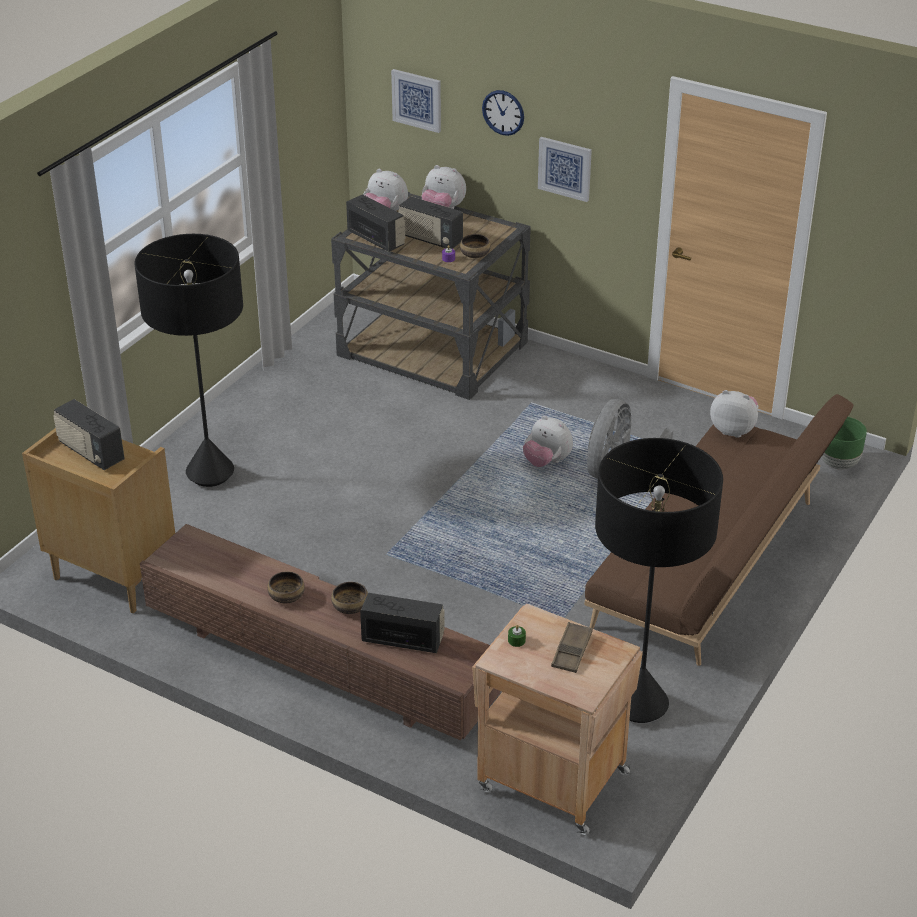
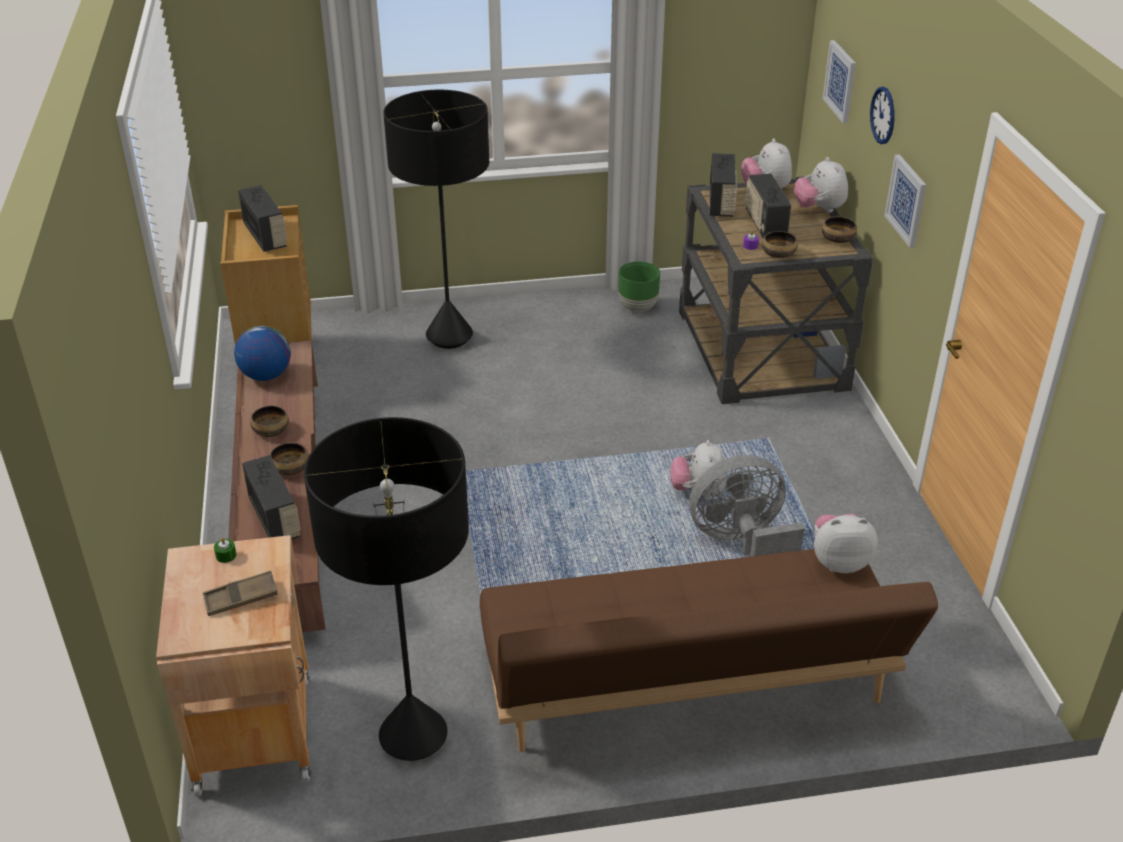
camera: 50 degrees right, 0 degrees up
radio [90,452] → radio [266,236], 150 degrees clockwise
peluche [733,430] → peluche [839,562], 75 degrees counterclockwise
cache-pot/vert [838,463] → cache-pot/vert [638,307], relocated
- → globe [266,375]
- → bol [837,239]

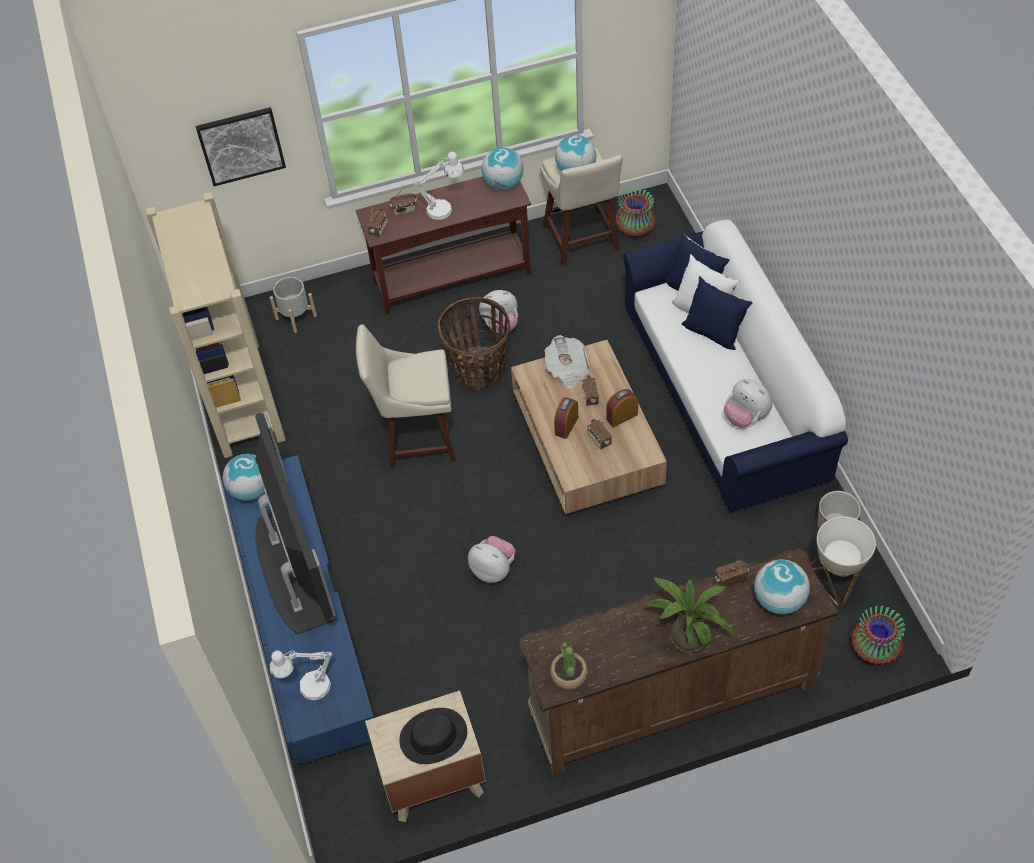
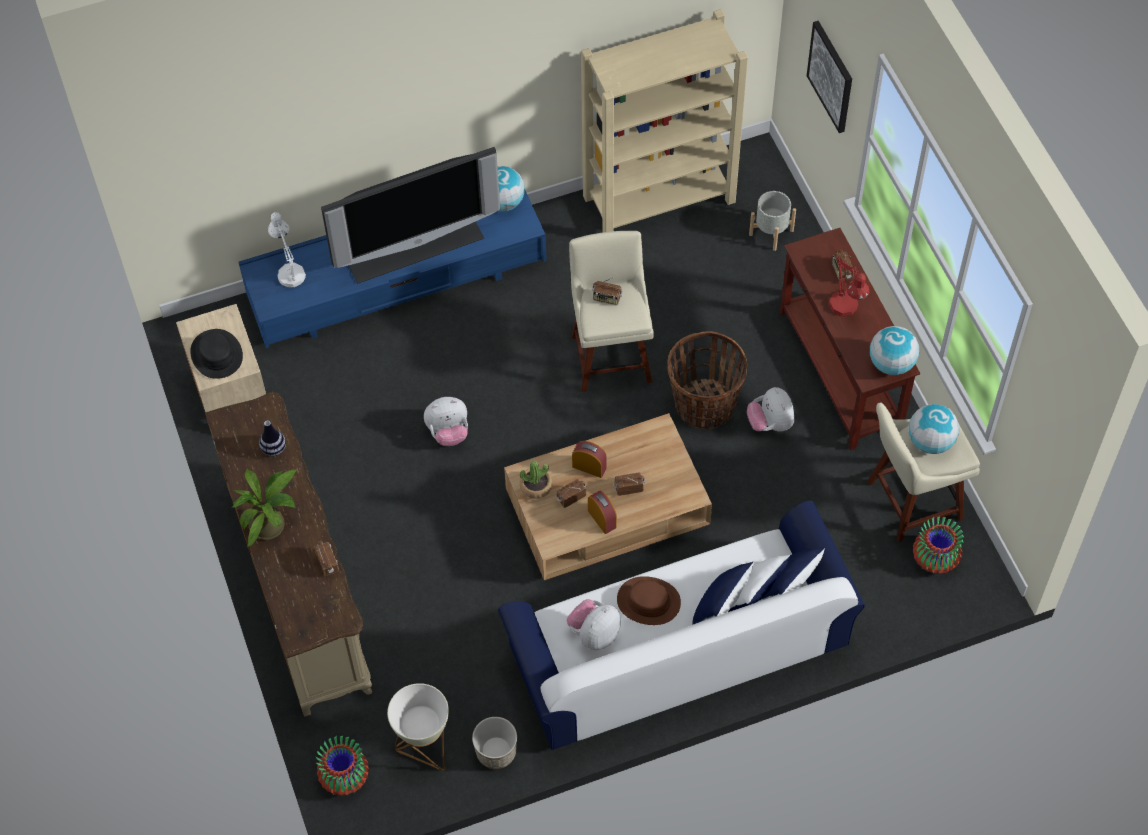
camera: 85 degrees right, 5 degrees up
radio [379,229] → radio [607,298], relocated
lampe de table/blanc [444,209] → lampe de table/rouge [846,309]
peluche [493,569] → peluche [448,432], 45 degrees clockwise
journal [567,370] → -
plante en pot [568,674] → plante en pot [536,486], relocated
globe [779,600] → -
- → vase [274,448]
- → chapeau/marron [648,601]

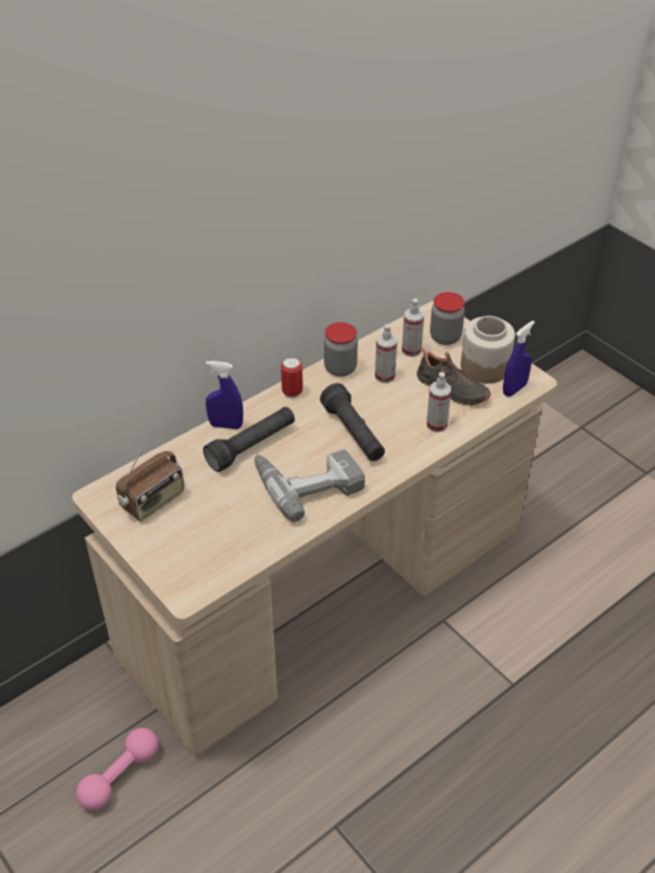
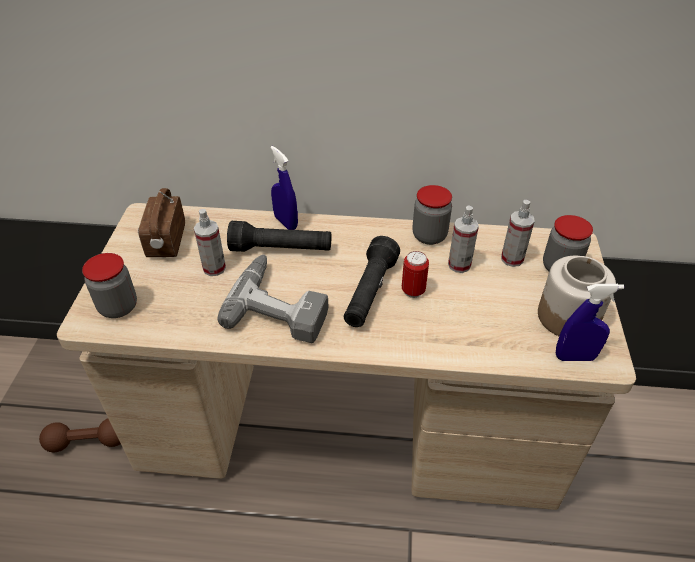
camera: 45 degrees right, 0 degrees up
haltère/rose [120,776] → haltère/marron [88,442]
radio [153,501] → radio [166,242], 90 degrees clockwise
boîte métallique [292,392] → boîte métallique [413,291], relocated
chaussure/noir [451,390] → -
vaporisateur [436,425] → vaporisateur [214,268], relocated
- → bocal [118,307]

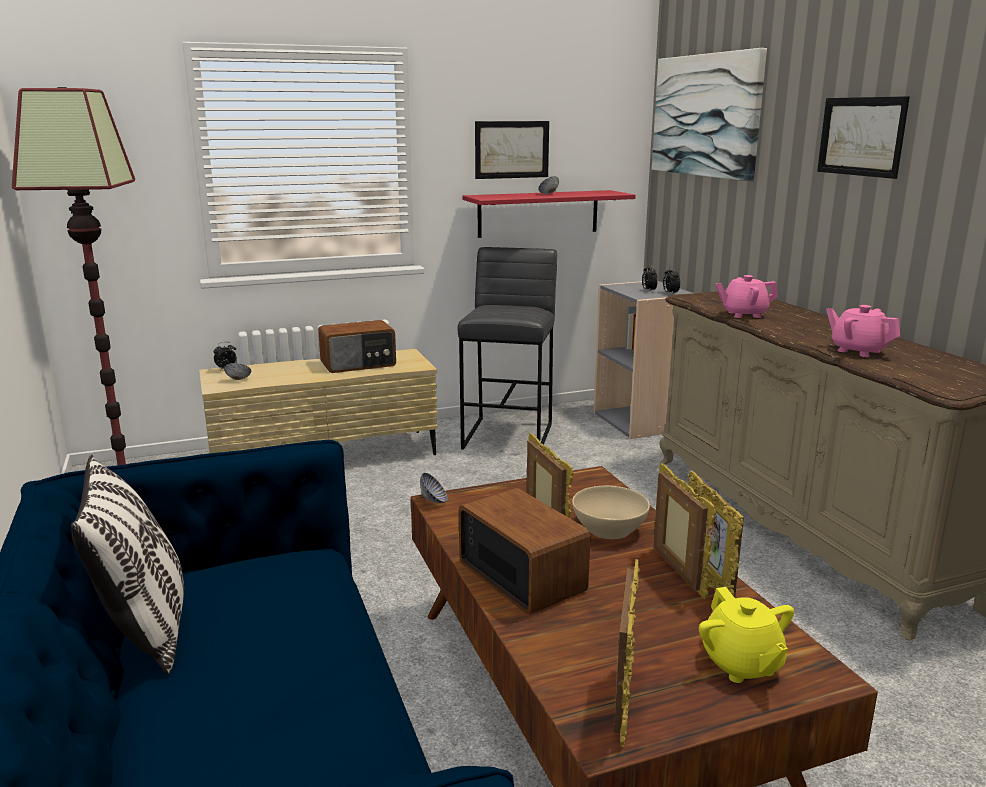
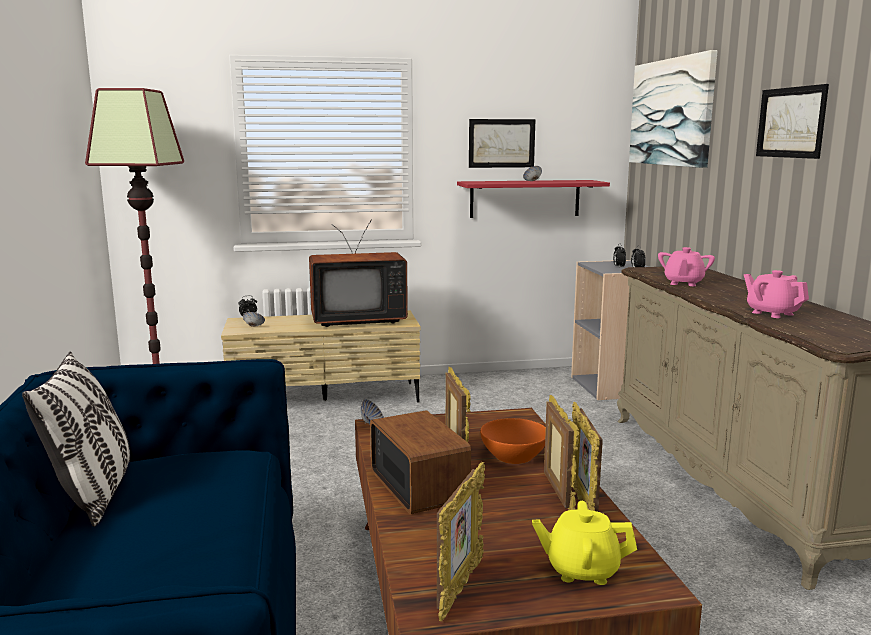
camera: 10 degrees right, 5 degrees down
radio [359,364] → téléviseur [356,319]
tabouret/gris [508,435] → -
bol/beige [609,528] → bol/orange [513,455]
théière/jaune [741,664] → théière/jaune [582,570], 105 degrees clockwise
théière/rose [743,314] → théière/rose [683,283], 75 degrees counterclockwise

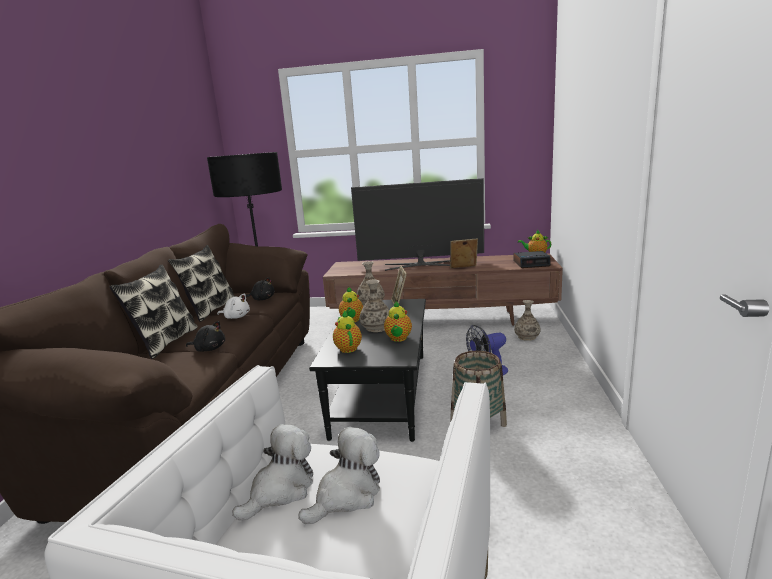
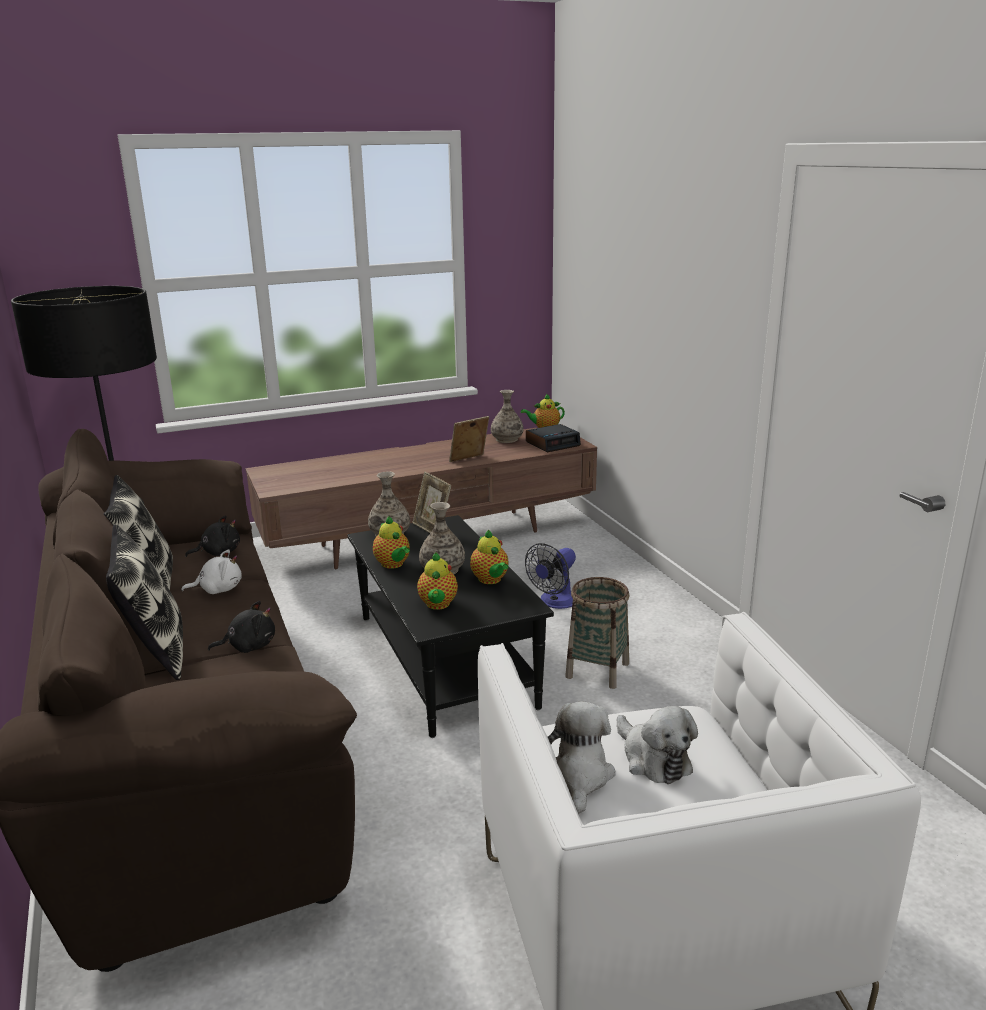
camera: 30 degrees left, 5 degrees up
peluche [347,495] → peluche [653,759], 135 degrees clockwise
théière [348,348] → théière [438,605], 135 degrees counterclockwise
téléviseur [421,265] → -
vase [527,337] → vase [507,439], relocated

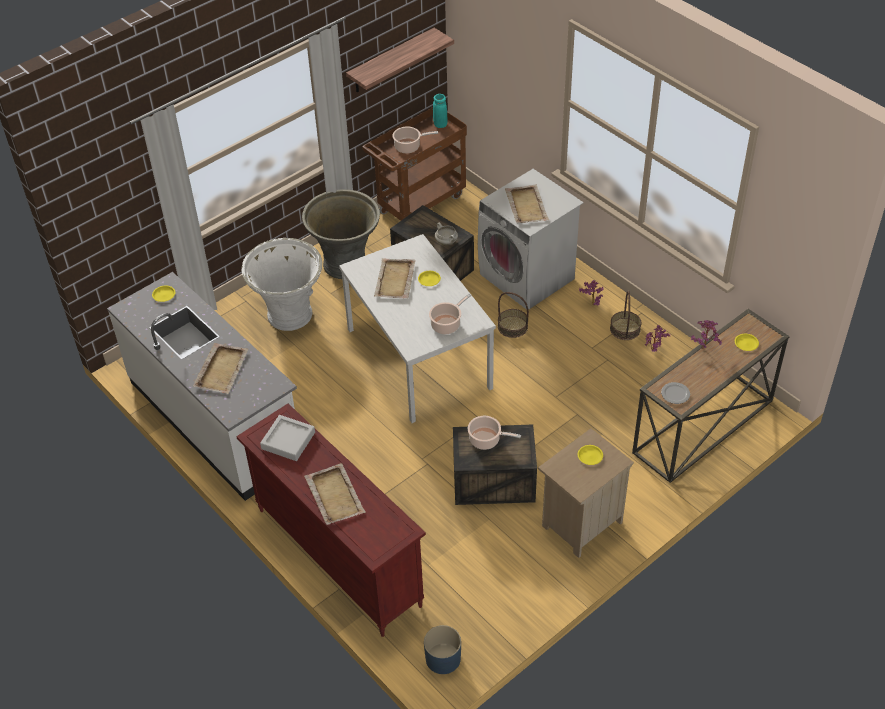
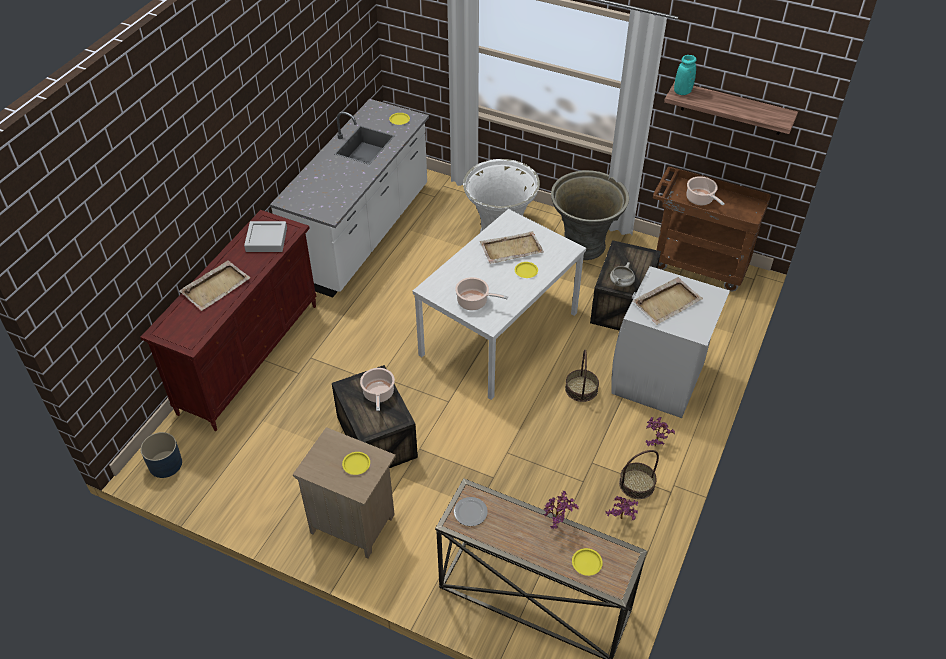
camera: 65 degrees right, 0 degrees up
plateau/beige [222,369] → -
vase/turquoise [440,124] → vase/turquoise [682,92], relocated

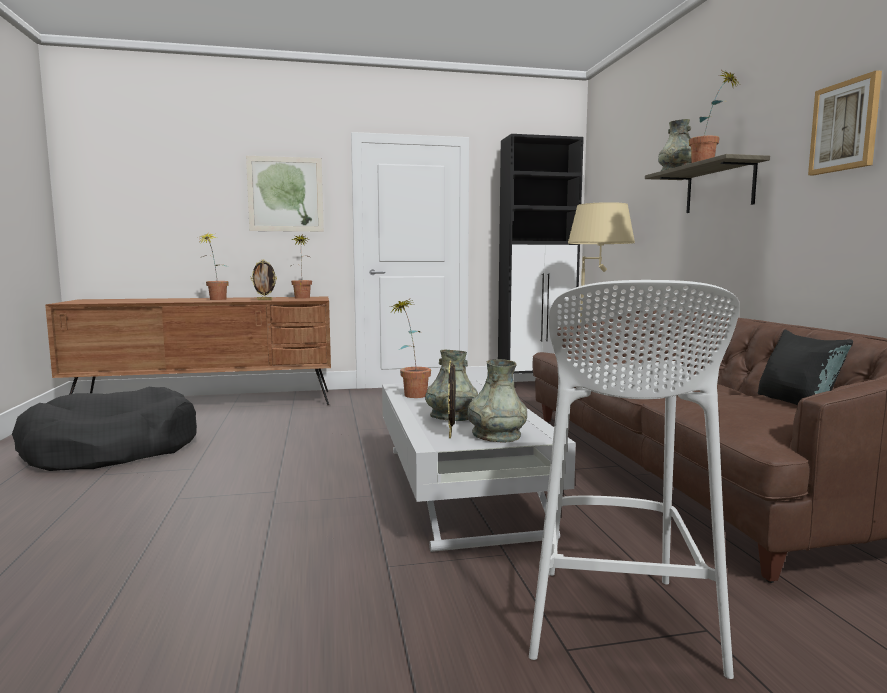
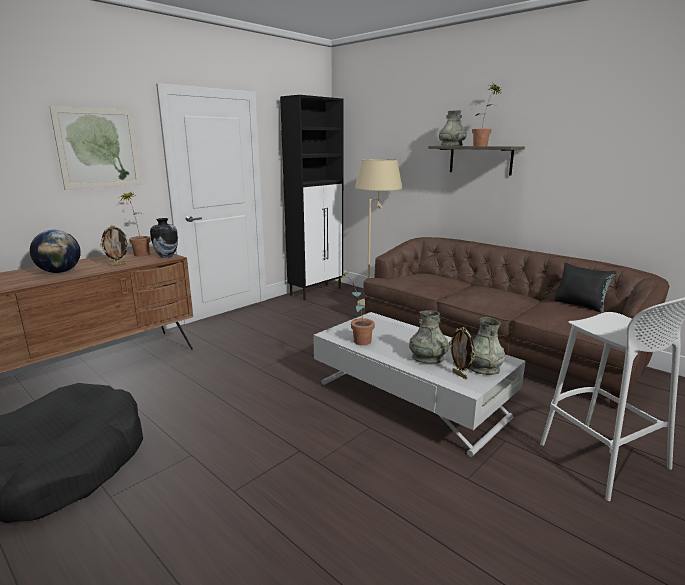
camera: 35 degrees left, 10 degrees up
plante en pot [215,299] → globe [59,272]
tableau [845,126] → -
- → vase [166,256]

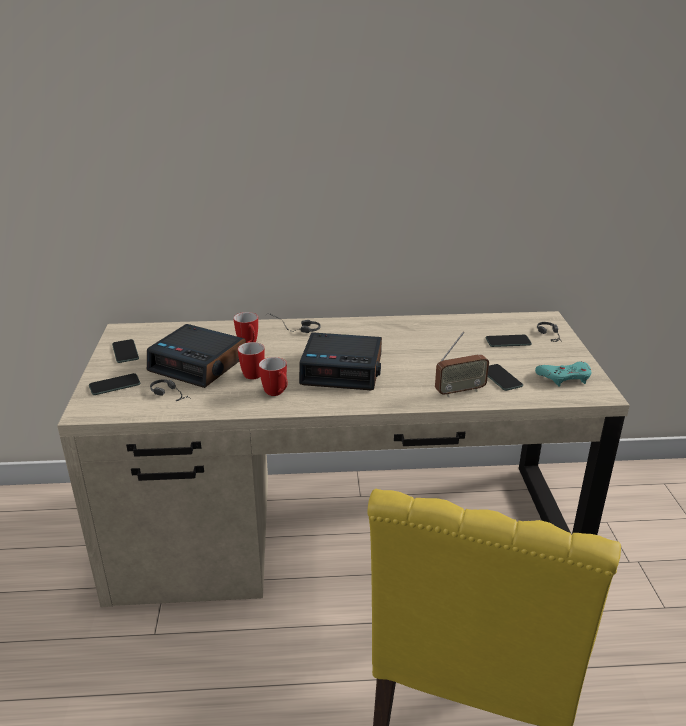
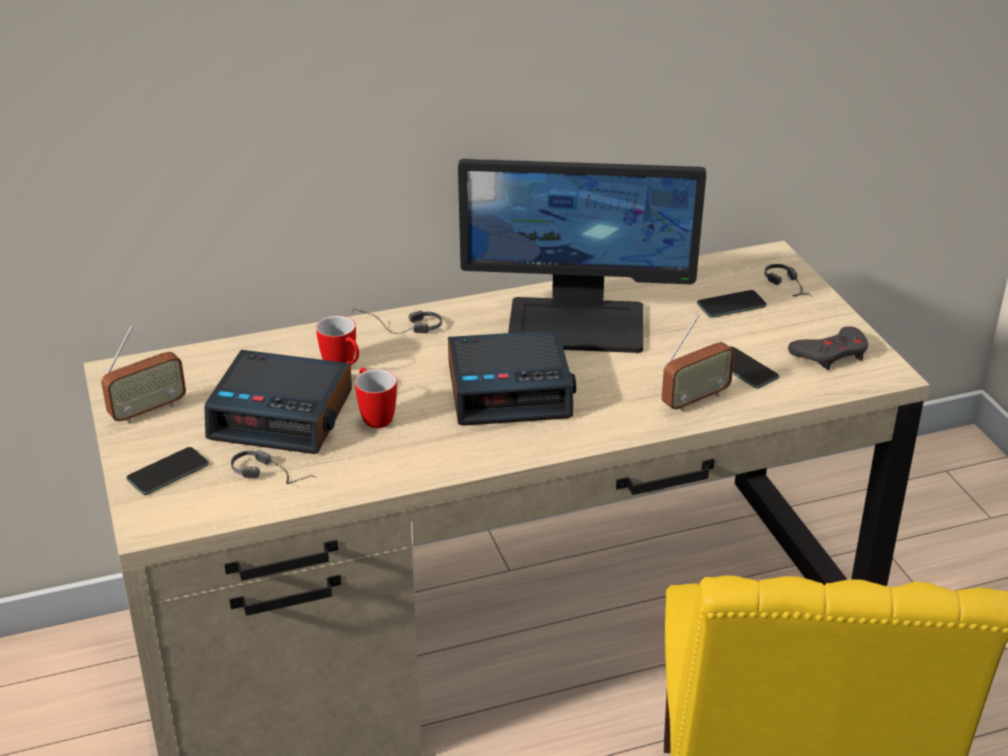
camera: 15 degrees left, 5 degrees up
téléphone [125,351] → radio [148,410]
mug [277,394] → -
manette/turquoise [565,377] → manette/gris [831,354]
- → écran d'ordinateur [577,324]

